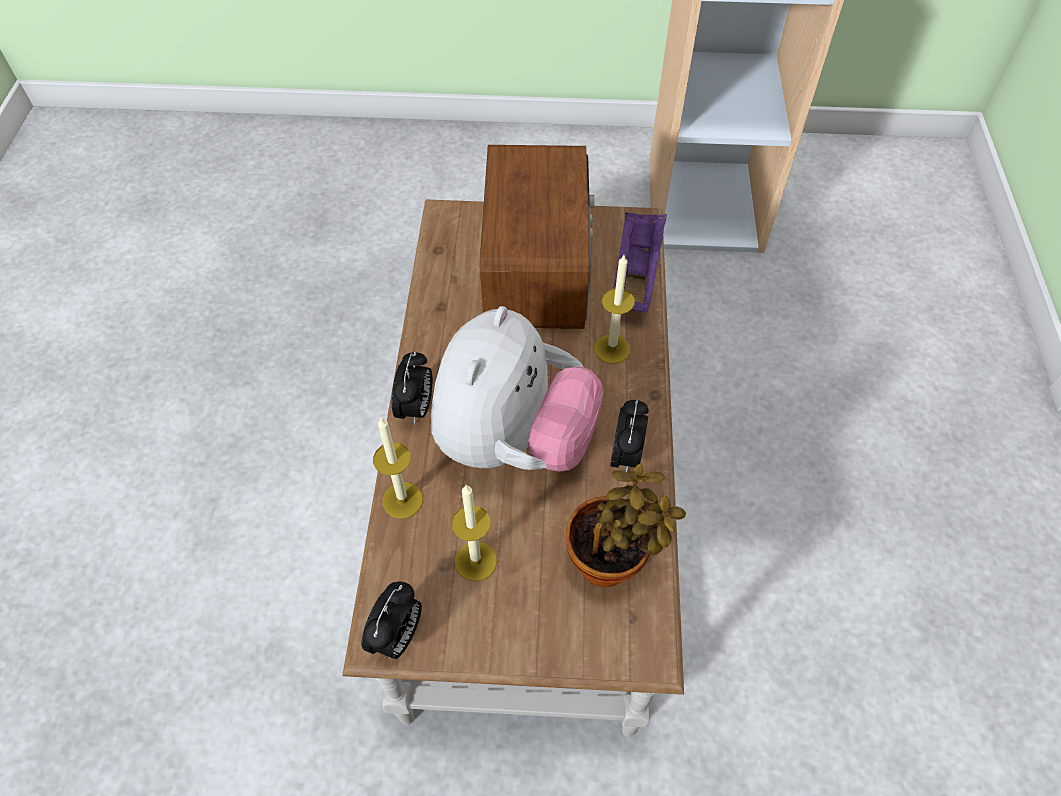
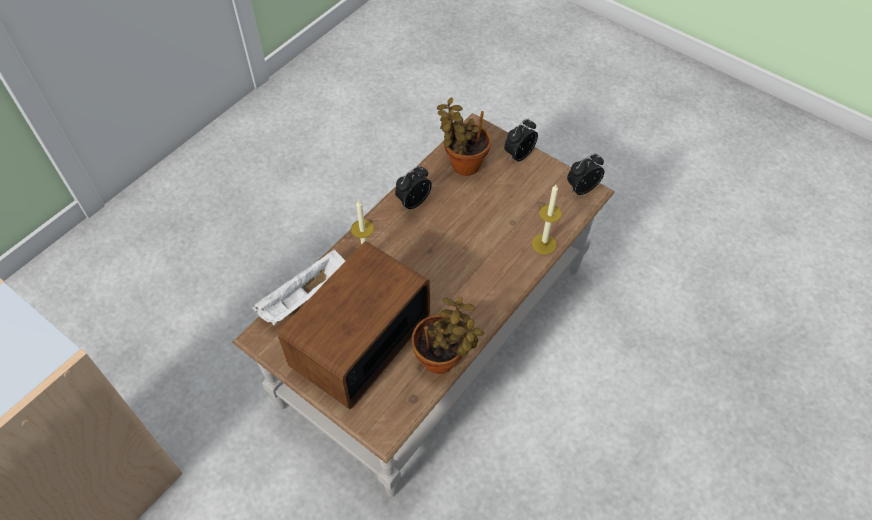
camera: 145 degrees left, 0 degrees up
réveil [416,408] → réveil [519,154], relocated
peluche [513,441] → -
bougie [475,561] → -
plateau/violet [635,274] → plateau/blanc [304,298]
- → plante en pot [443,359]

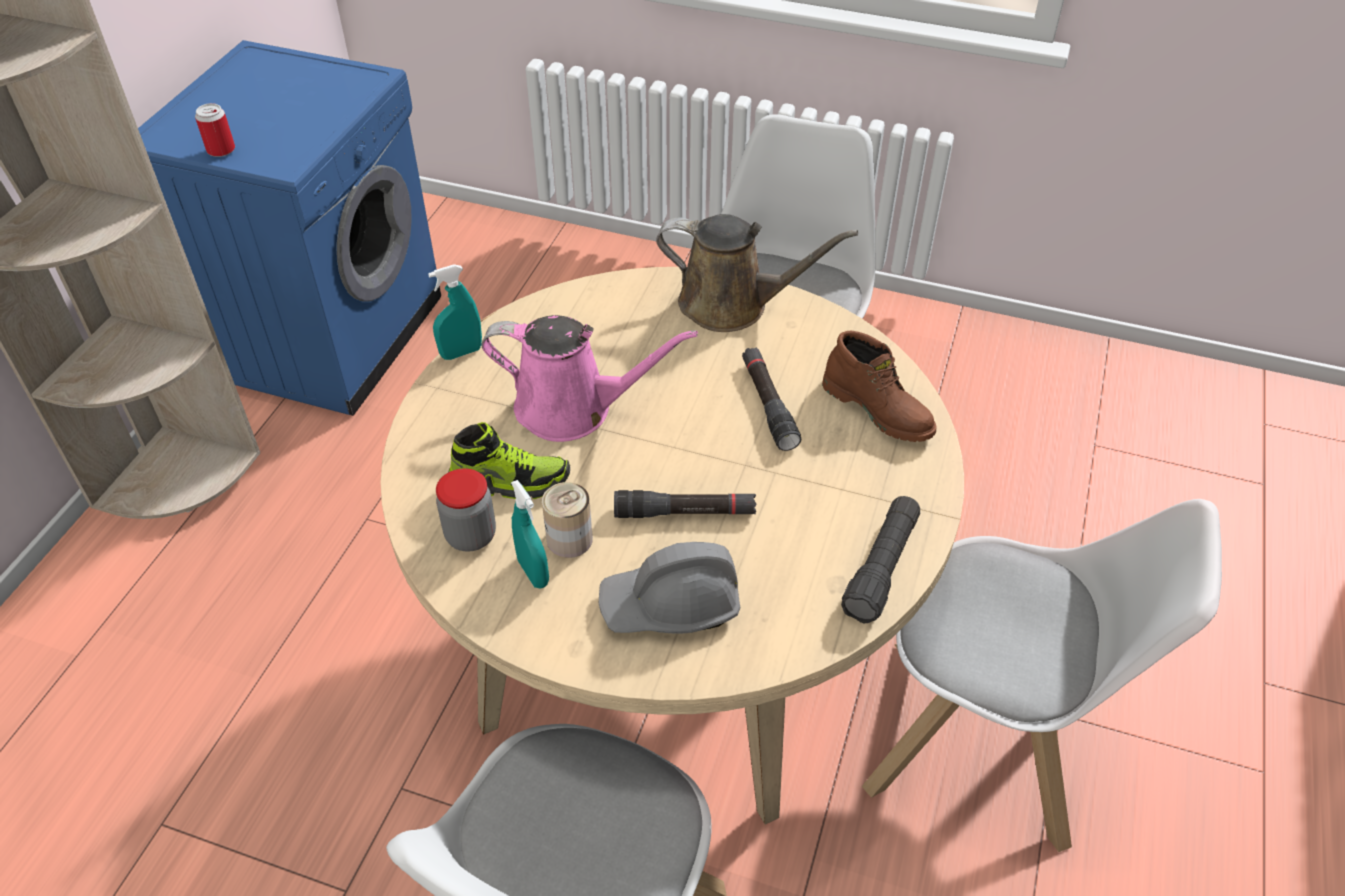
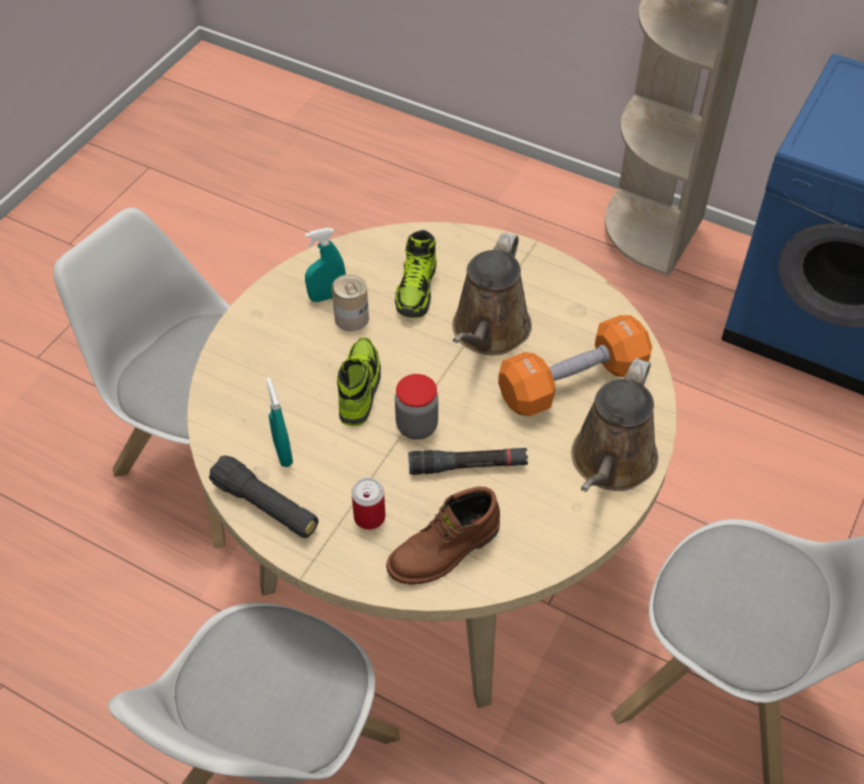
camera: 100 degrees right, 5 degrees up
boîte métallique [221,150] → boîte métallique [369,517], relocated
vaporisateur/turquoise [461,352] → vaporisateur/turquoise [283,453], relocated
bocal [471,536] → bocal [417,426], relocated
arrosoir/rose [573,408] → arrosoir/marron [488,332]
casque de chantier/gris [671,604] → -
lampe de poche/noir [685,513] → chaussure [358,388]
- → haltère/orange [572,382]

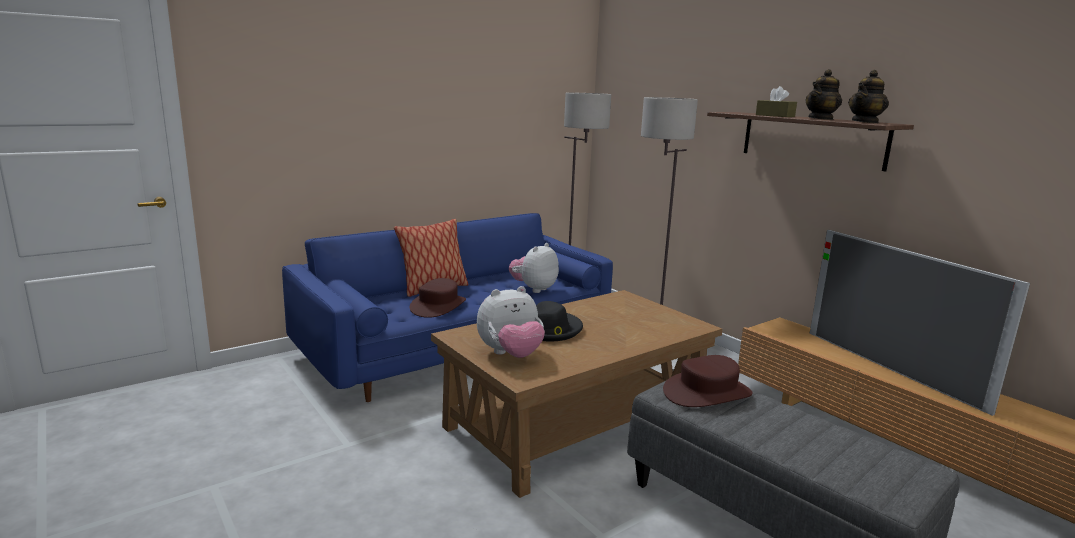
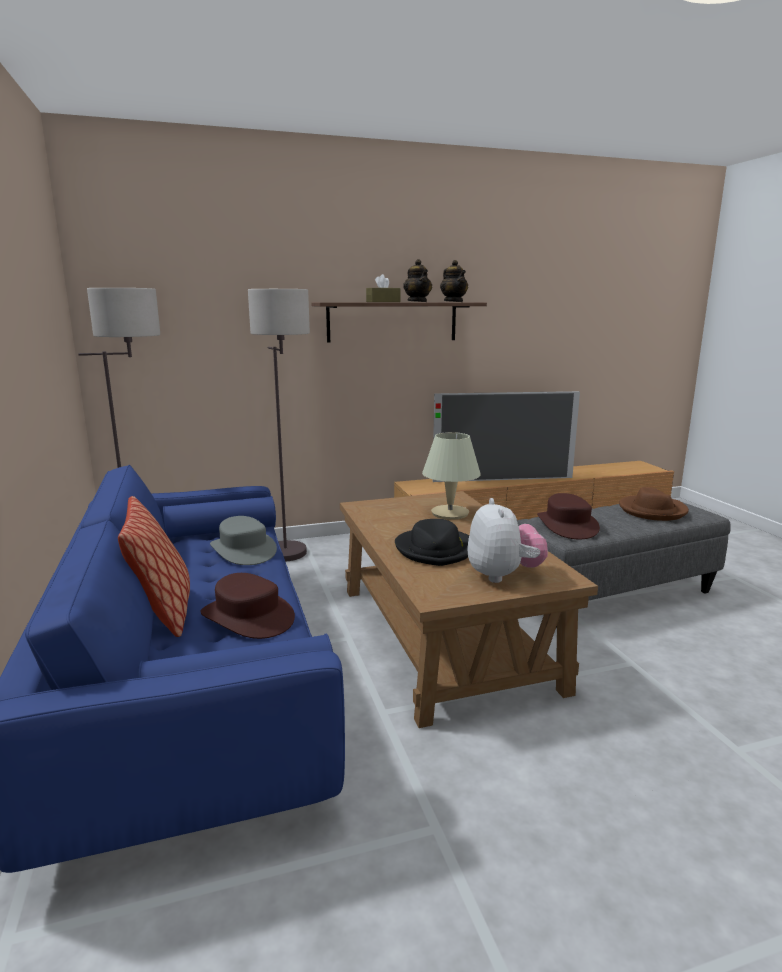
camera: 70 degrees left, 0 degrees up
peluche [534,289] → chapeau/gris [243,550]
- → lampe de table/beige [450,513]
- → chapeau/marron [652,510]

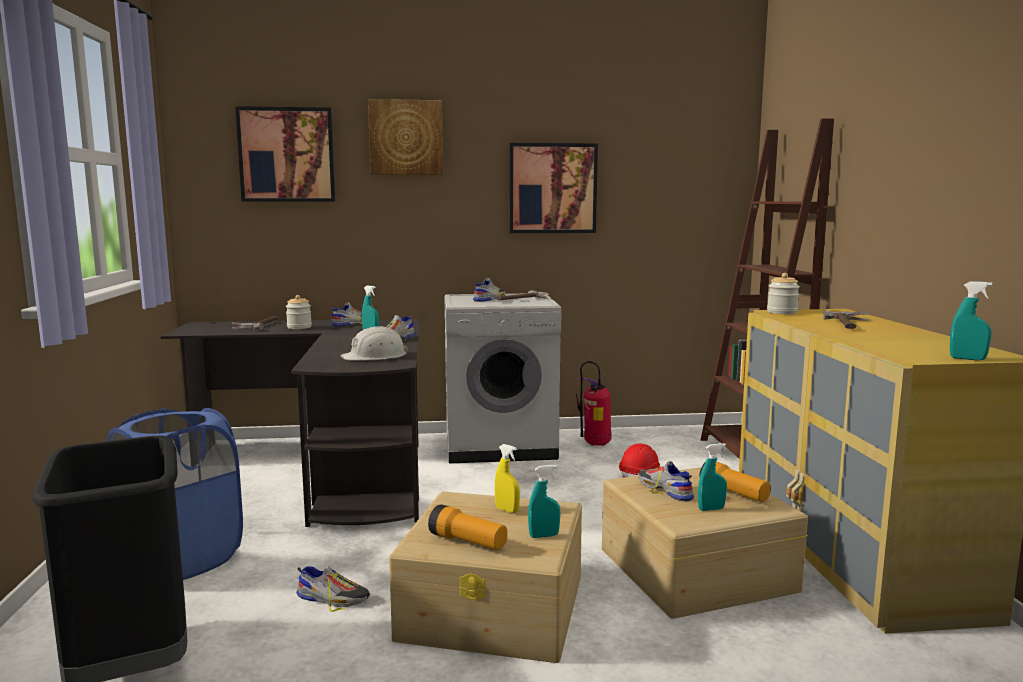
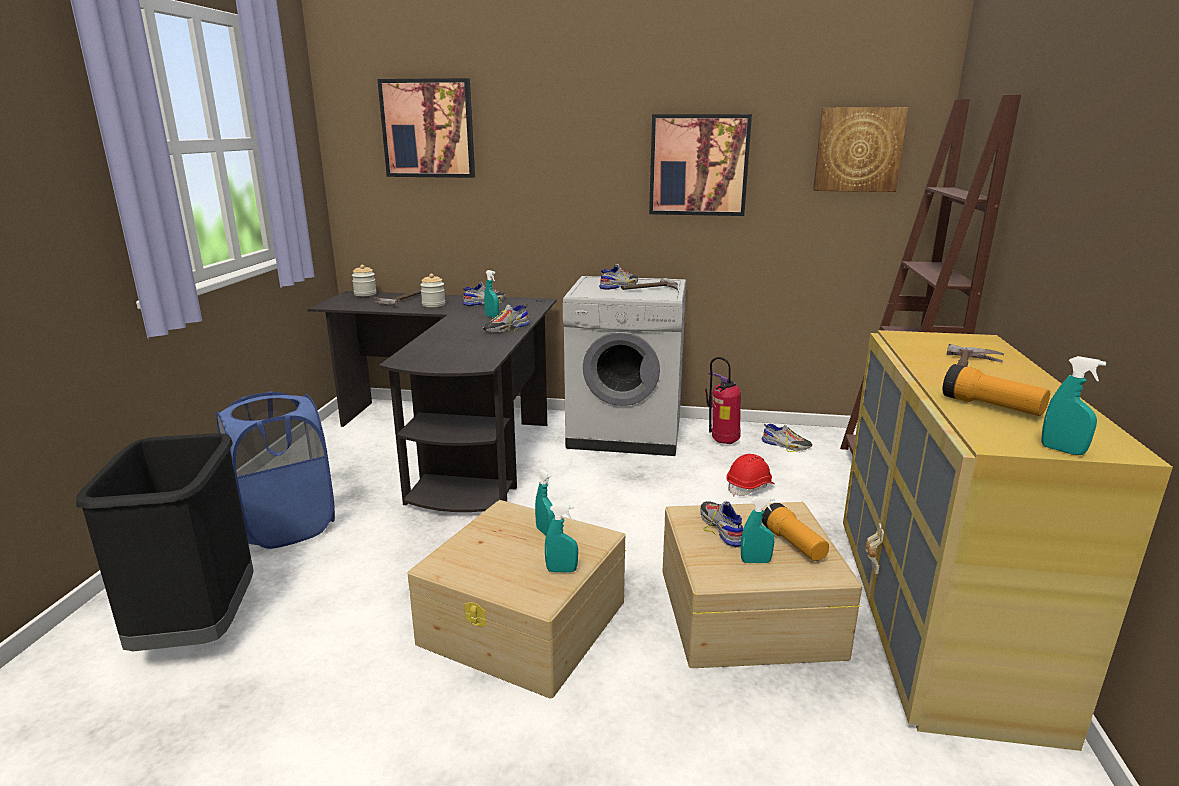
camera: 15 degrees right, 10 degrees up
chaussure [333,598] → chaussure [786,445], relocated
casque de chantier/blanc [375,356] → -
tableau [406,137] → tableau [858,150], relocated
lampe de poche [468,542] → lampe de poche [991,407], relocated
vaporisateur/jaune [507,510] → vaporisateur/turquoise [545,532]
bocal [782,312] → bocal [365,294], relocated

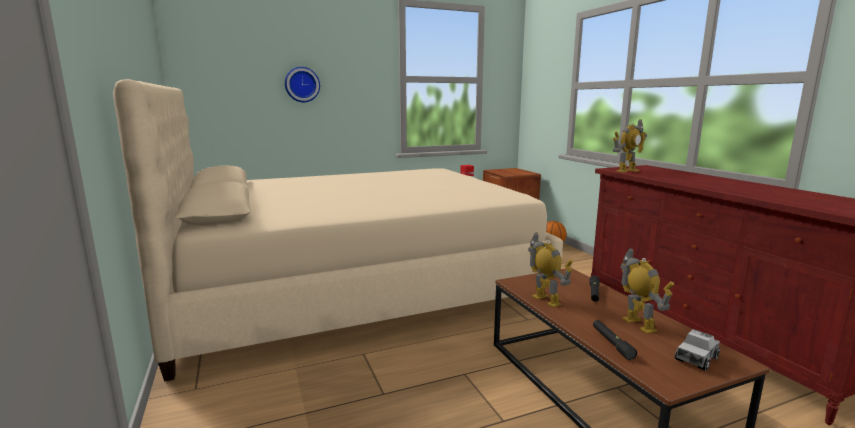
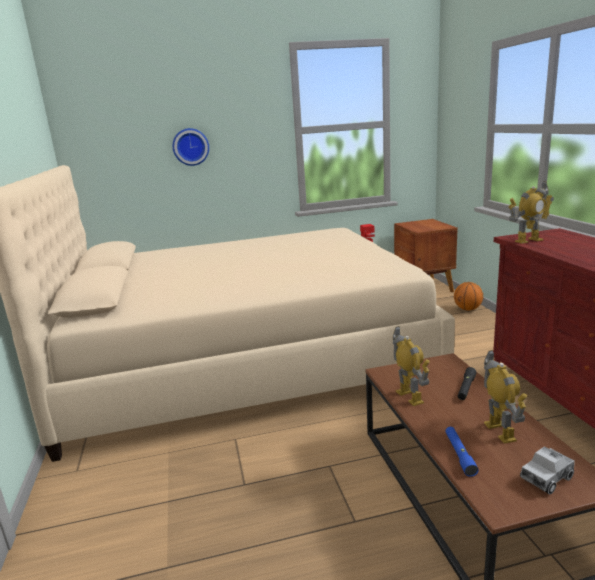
camera: 10 degrees right, 5 degrees up
lampe de poche/noir [612,343] → lampe de poche/bleu [459,454]

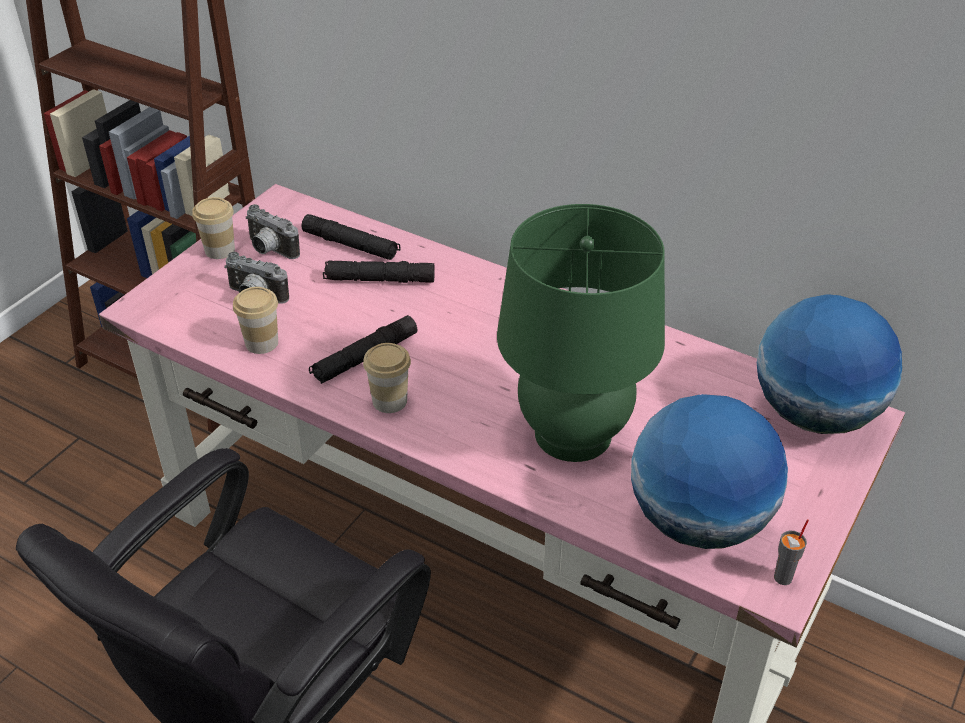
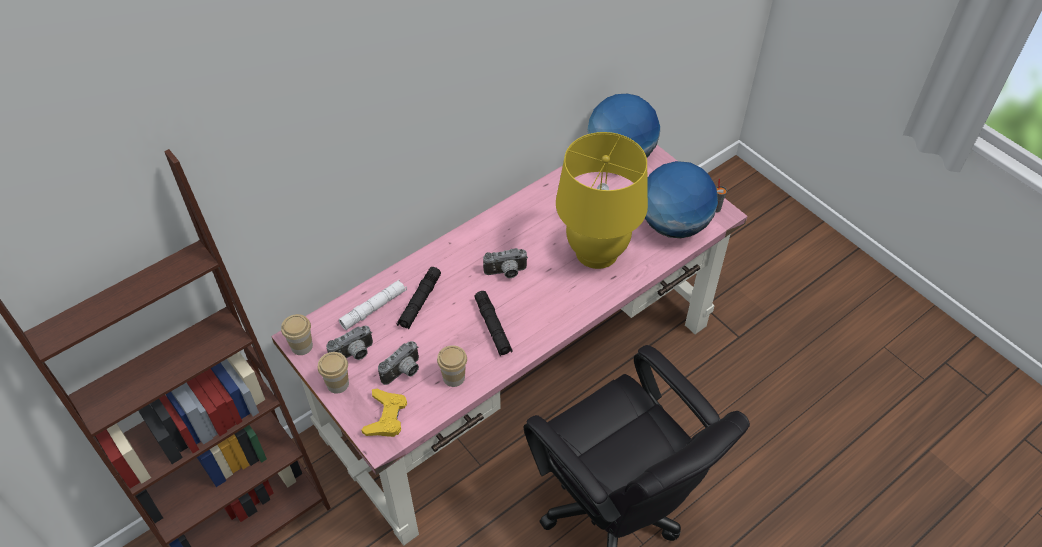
camera: 70 degrees left, 10 degrees up
lampe de poche/noir [351,245] → lampe de poche/blanc [374,308]
tasse [389,401] → tasse [301,346], relocated
lampe de table/vert [573,434] → lampe de table/jaune [596,252]
- → manette/jaune [386,416]
- → appareil photo [506,273]

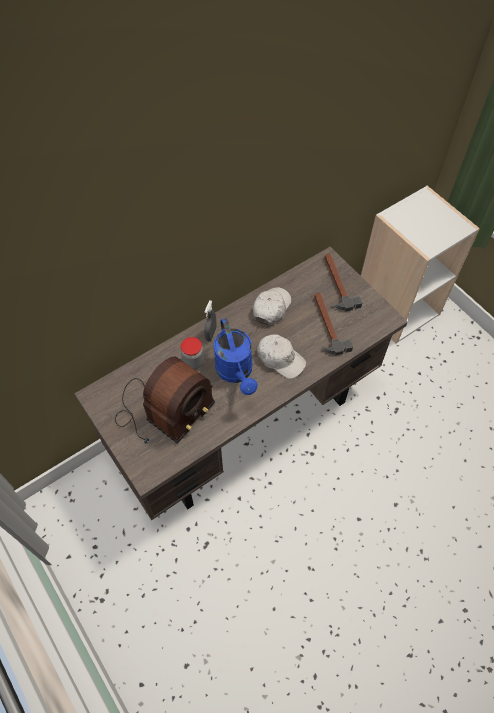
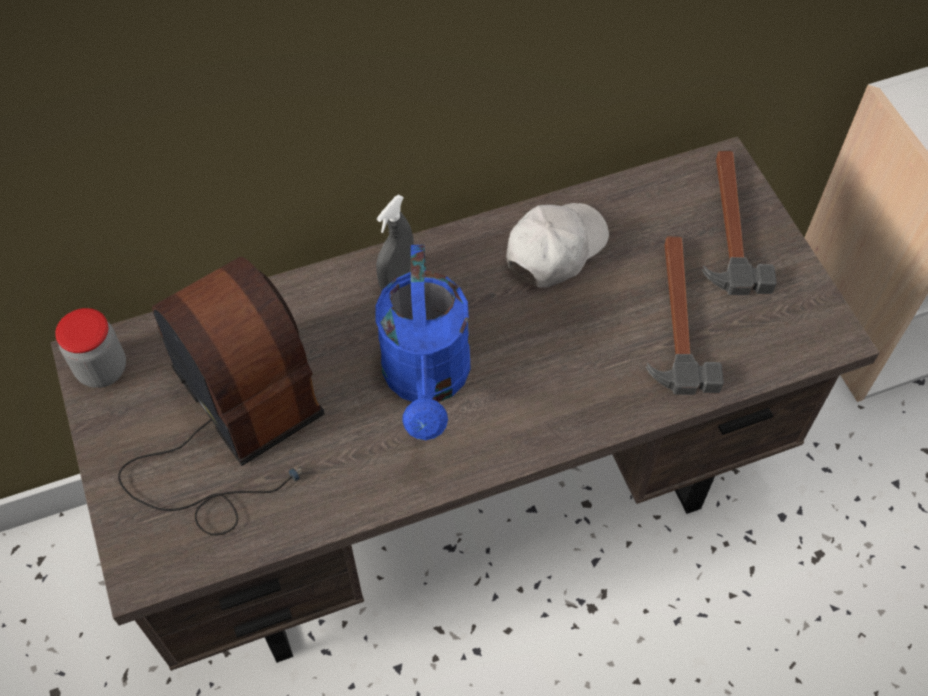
camera: 15 degrees right, 0 degrees up
radio [163,411] → radio [231,430], 90 degrees counterclockwise
bocal [193,362] → bocal [102,369], relocated
casquette/blanc [280,359] → -

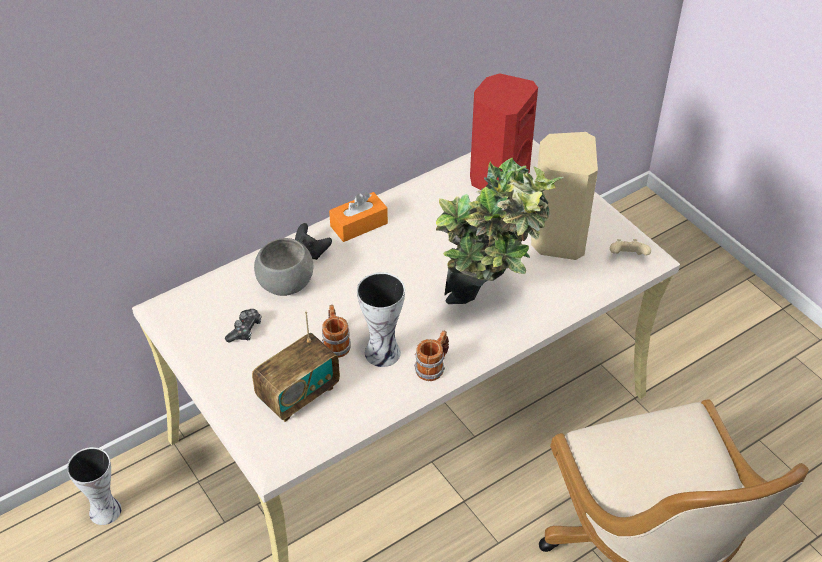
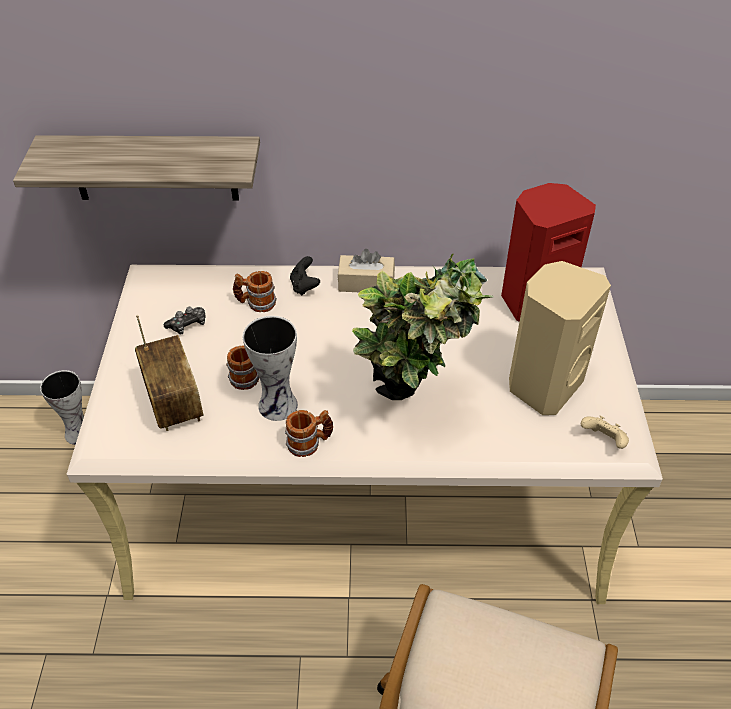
camera: 35 degrees right, 0 degrees up
radio [298,394] → radio [174,402], 105 degrees counterclockwise
bol/gris [284,284] → mug [256,303]
boîte à mouchoirs/orange [359,225] → boîte à mouchoirs/beige [366,283]
- → étagère [154,168]

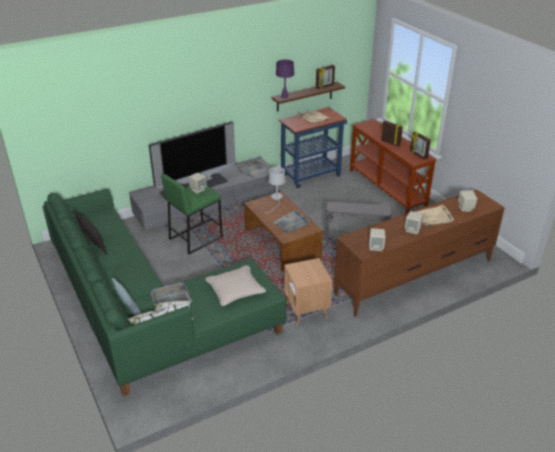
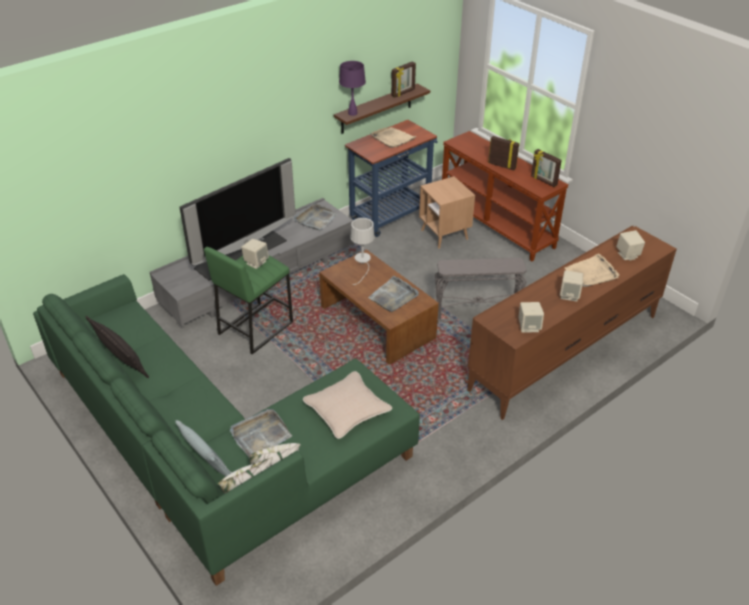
camera: 10 degrees left, 5 degrees up
table d'appoint/marron [306,310] → table d'appoint/marron [444,235], relocated

